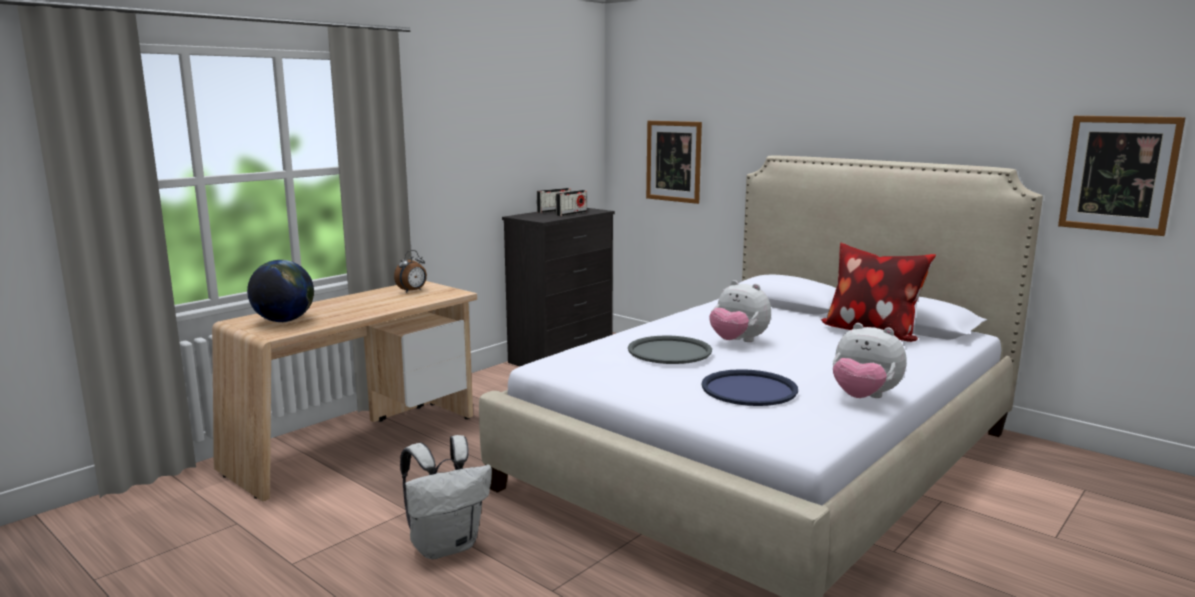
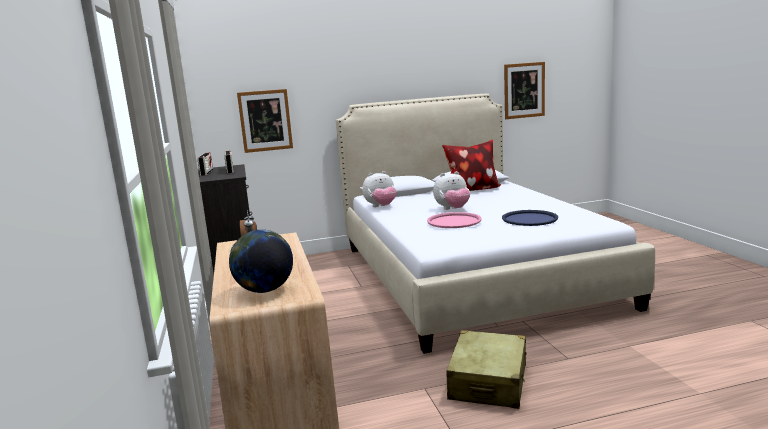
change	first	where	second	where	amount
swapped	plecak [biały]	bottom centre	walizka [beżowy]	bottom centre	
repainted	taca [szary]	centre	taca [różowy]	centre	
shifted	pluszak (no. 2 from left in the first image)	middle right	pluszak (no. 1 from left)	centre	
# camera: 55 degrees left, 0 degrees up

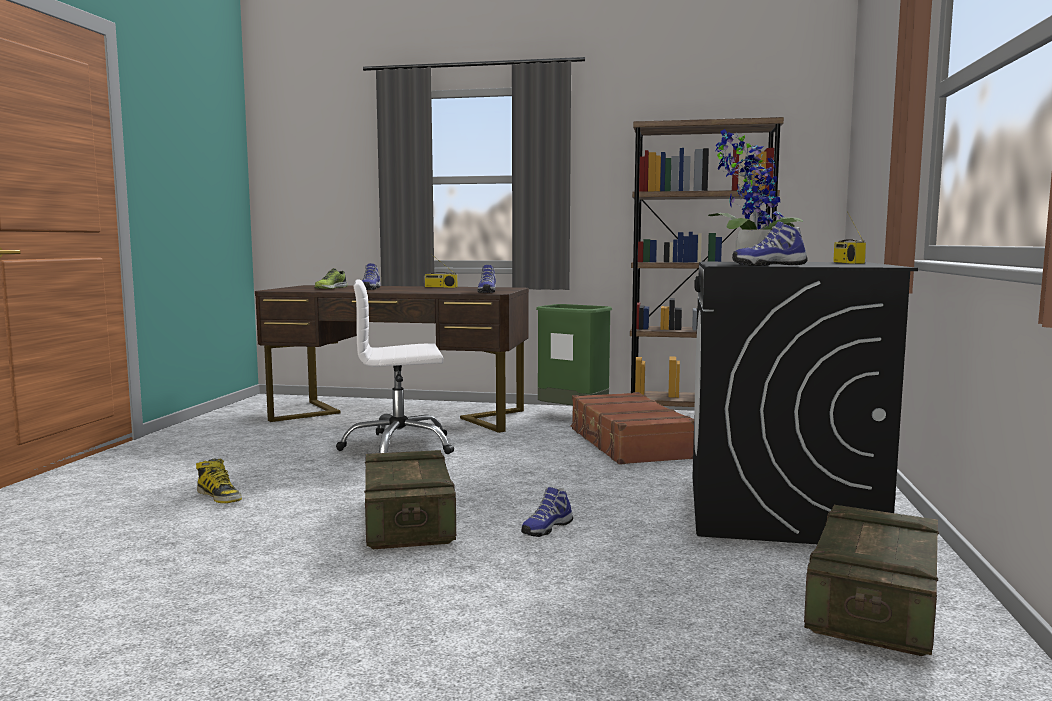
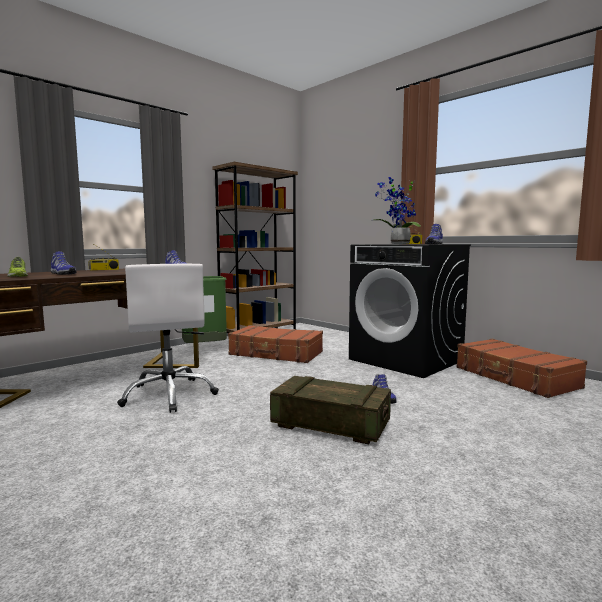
change	first	where	second	where	amount
gone	but z cholewką	bottom left			
rotated	krzesło biurowe [biały]	centre		middle left	45 degrees counterclockwise
swapped	skrzynka (no. 2 from left)	bottom right	walizka [brązowy] (no. 2 from left)	middle right	
# camera: 55 degrees left, 0 degrees up

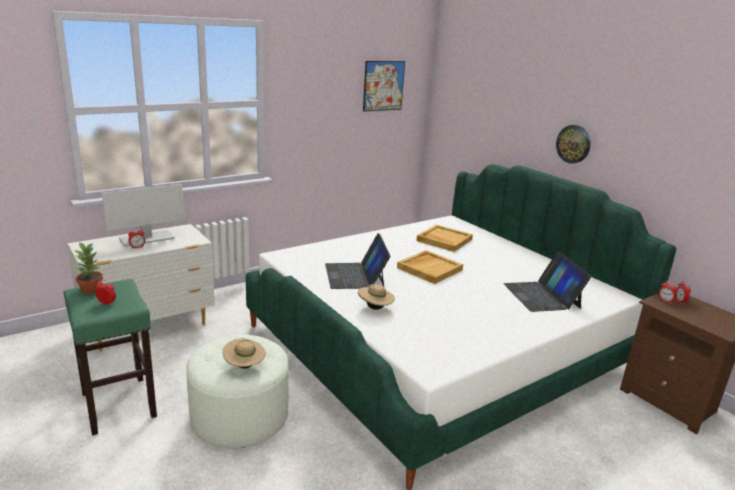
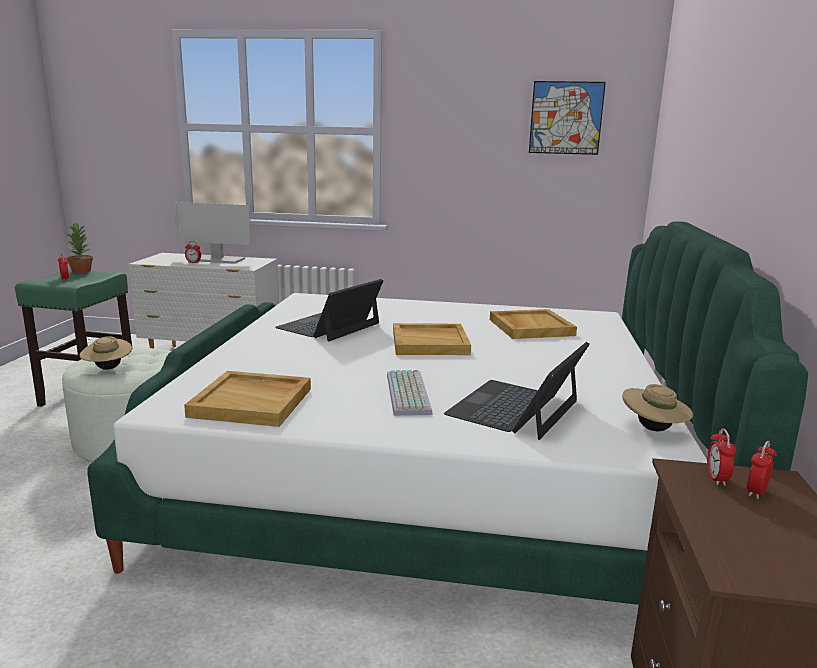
change	first	where	second	where	amount
shifted	kapelusz [beżowy] (no. 2 from left)	centre		middle right	
gone	zegar ścienny	top right			
new			taca [beżowy] (no. 1 from left)	middle left	
new			klawiatura	centre	
# camera: 45 degrees right, 5 degrees down

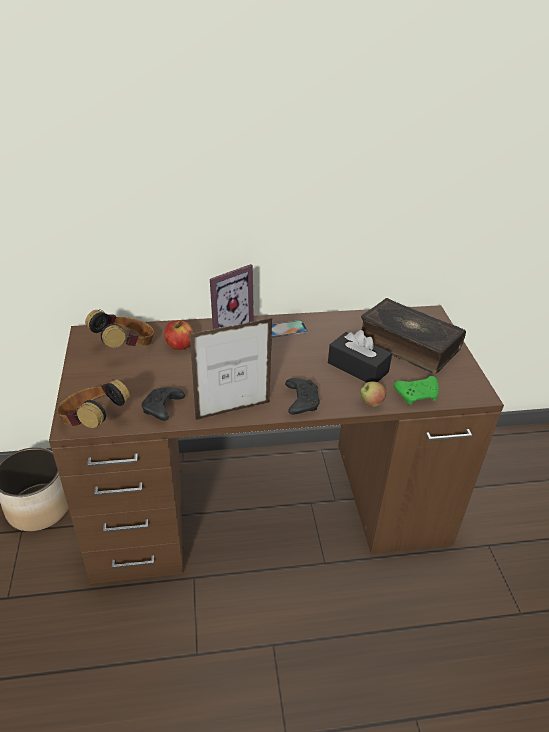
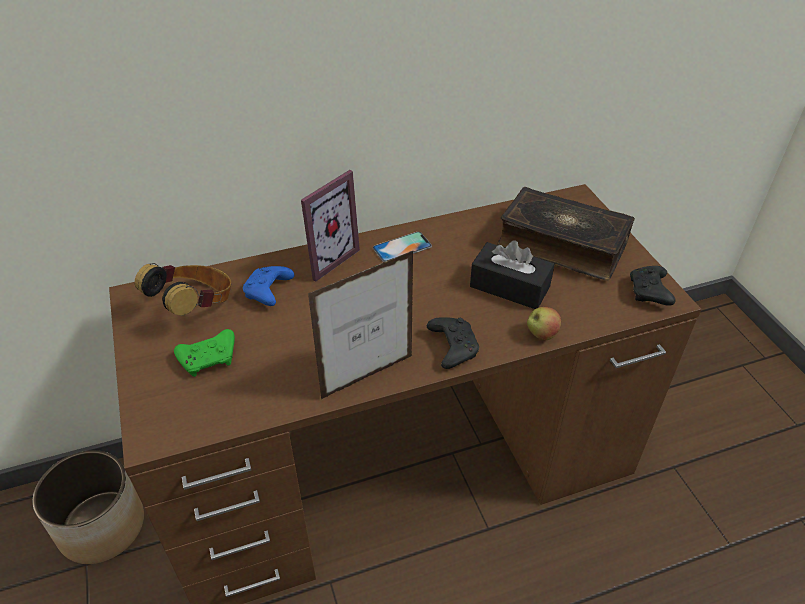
change	first	where	second	where	amount
gone	słuchawki (no. 1 from left)	middle left			
shifted	pad do gier [czarny] (no. 1 from left in the first image)	middle left	pad do gier [czarny] (no. 2 from left)	middle right	
swapped	jabłko (no. 1 from left)	middle left	pad do gier [niebieski]	middle left	
shifted	pad do gier [zielony]	middle right		middle left	
# camera: 10 degrees left, 5 degrees up

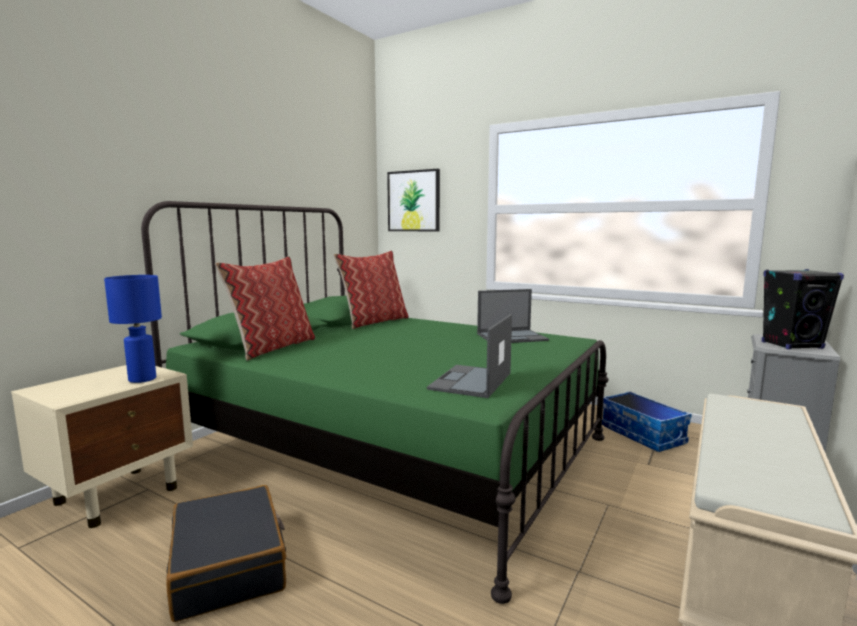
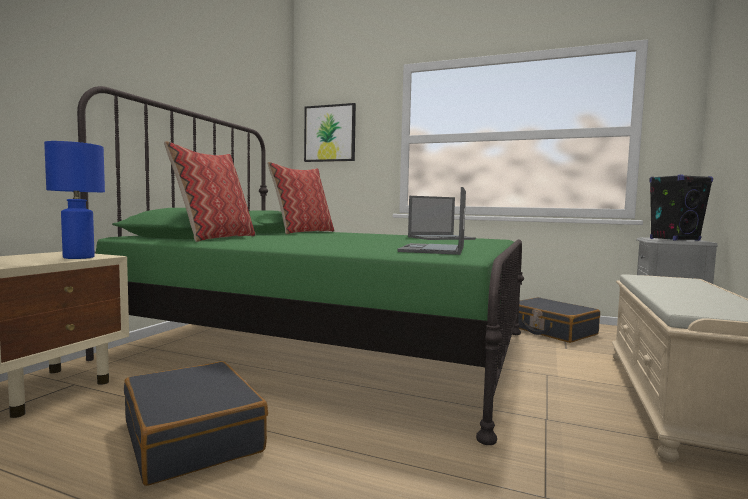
change	first	where	second	where	amount
swapped	pojemnik do przechowywania	bottom right	walizka [czarny] (no. 2 from left)	middle right	
# camera: 10 degrees left, 5 degrees down

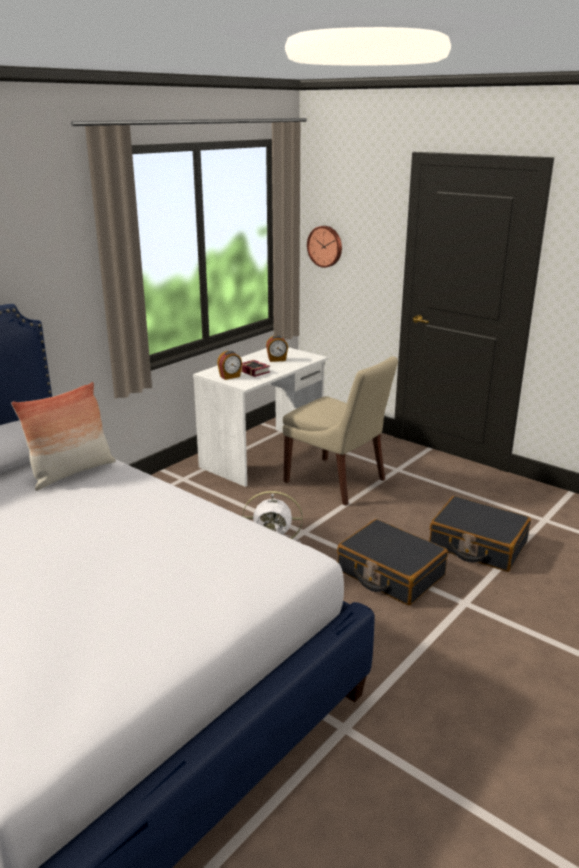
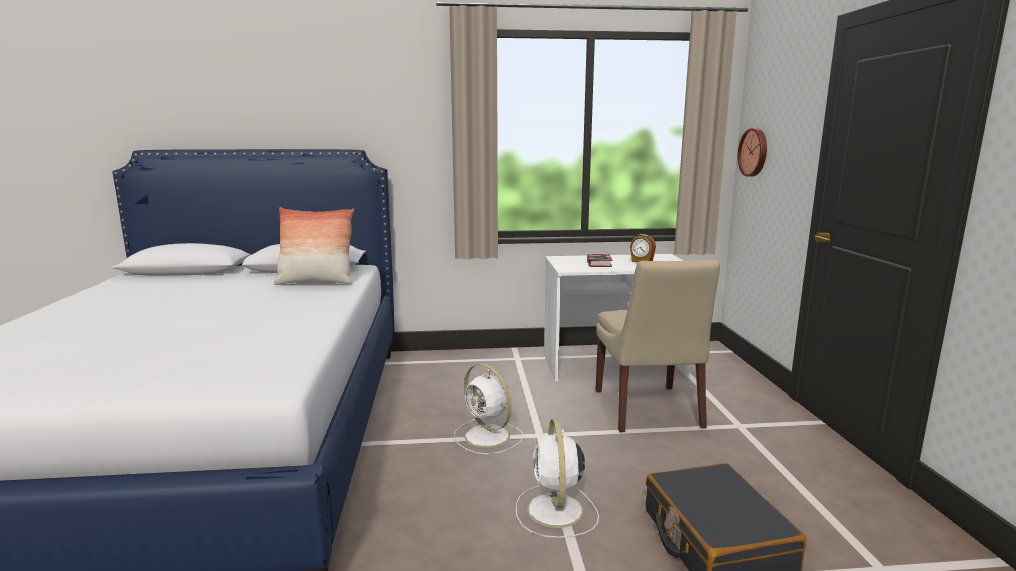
change	first	where	second	where	amount
gone	budzik (no. 1 from left)	centre			
swapped	walizka [czarny] (no. 1 from left)	middle right	wentylator [biały] (no. 2 from left)	bottom centre	
# camera: 45 degrees right, 10 degrees down

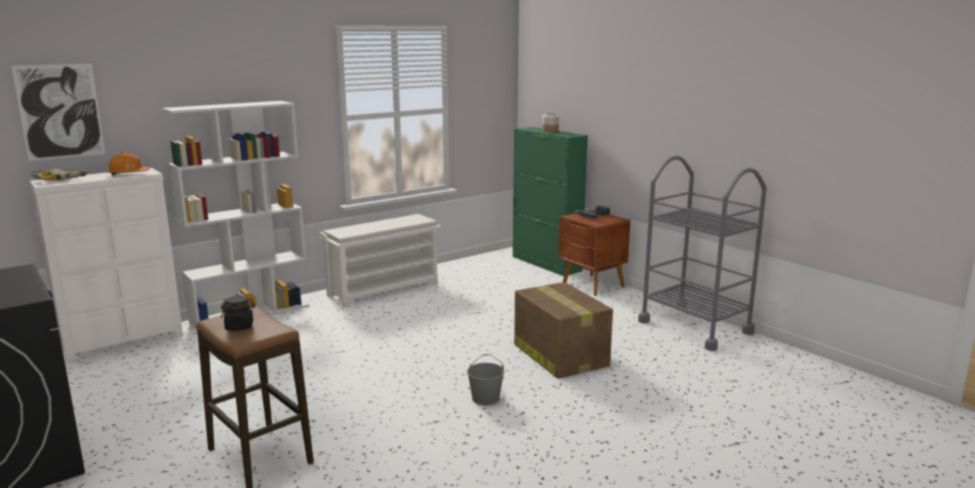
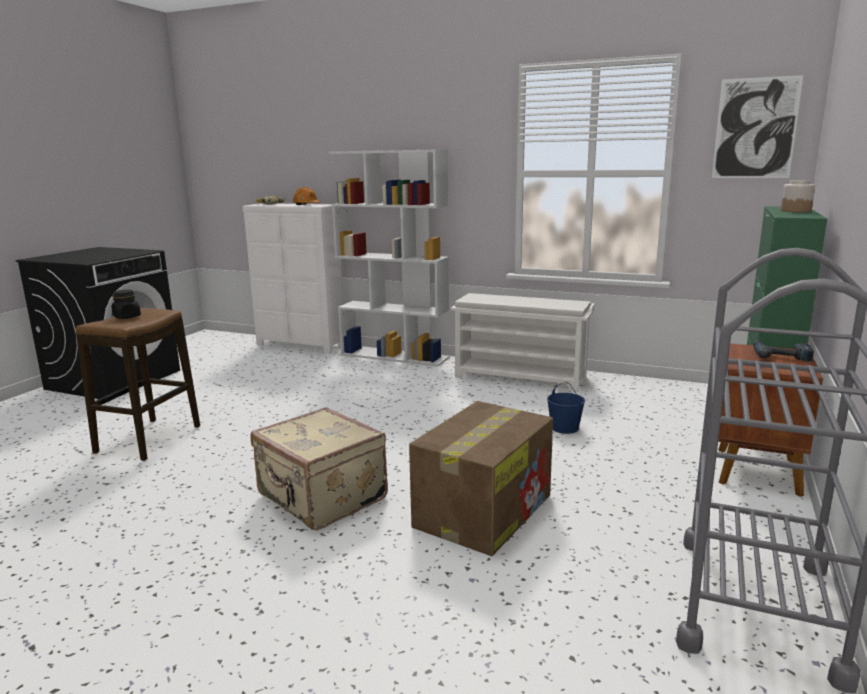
change	first	where	second	where	amount
shifted	obraz	top left		top right	
swapped	wiadro [szary]	bottom centre	walizka [beżowy]	bottom centre	
new			wiadro [niebieski]	centre	
# camera: 60 degrees right, 0 degrees up

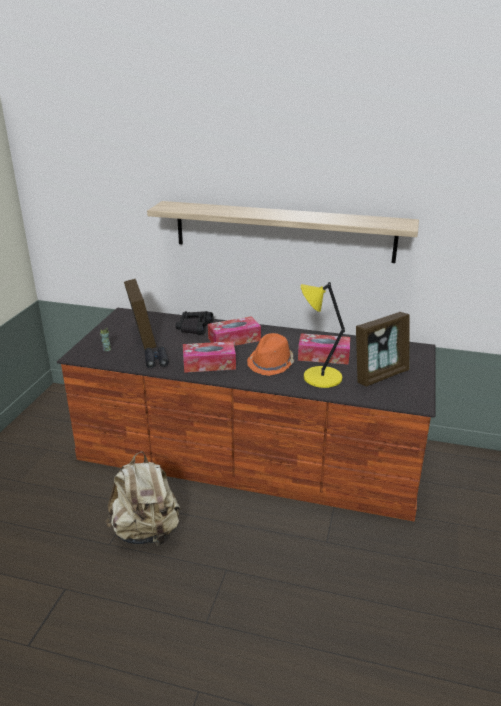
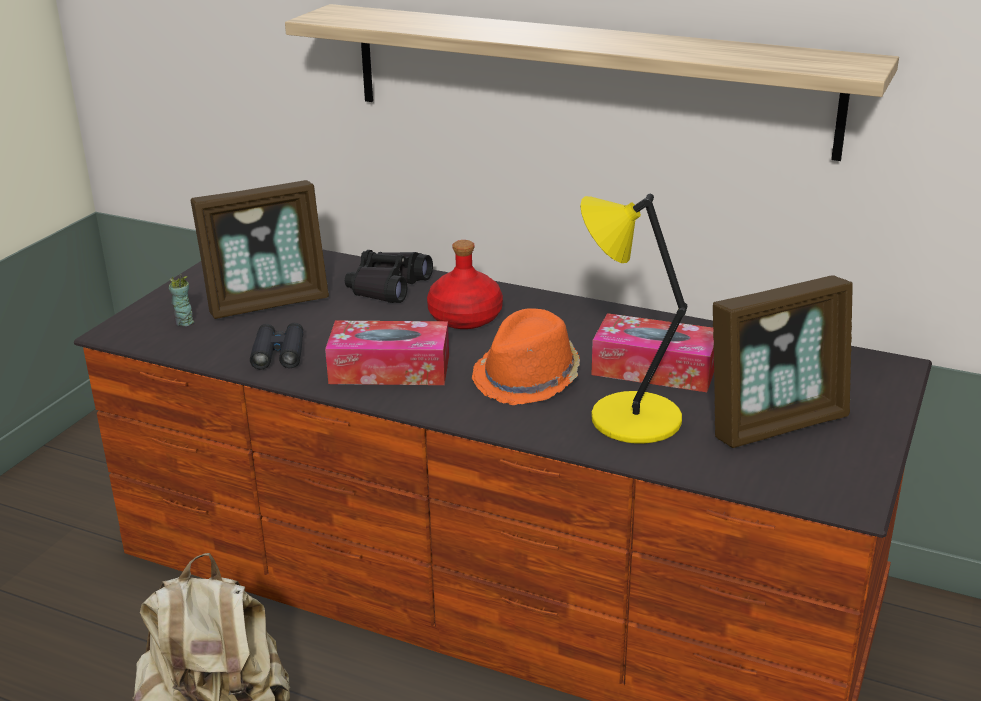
change	first	where	second	where	amount
rotated	ramka na zdjęcie (no. 1 from left)	middle left		middle left	75 degrees clockwise
swapped	pudełko chusteczek (no. 2 from left)	centre	butelka [czerwony]	centre	
# camera: 10 degrees right, 0 degrees up

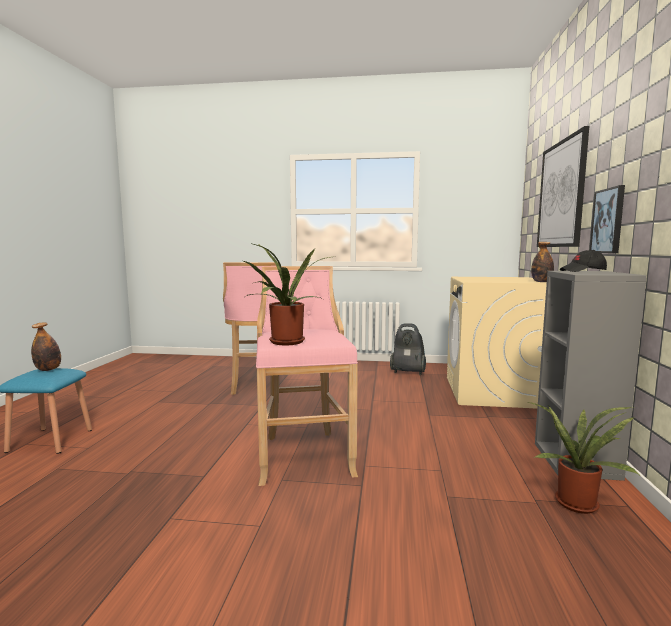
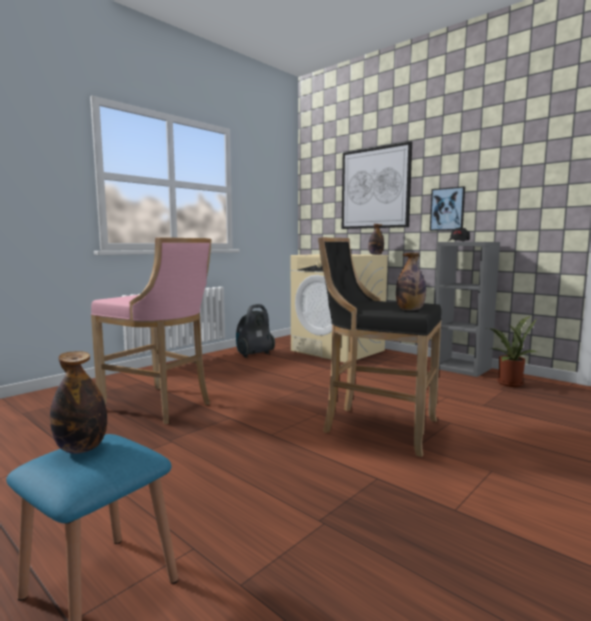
change	first	where	second	where	amount
swapped	roślina doniczkowa (no. 1 from left)	centre	butelka (no. 3 from left)	middle right	
repainted	stołek [różowy] (no. 2 from left)	centre	stołek [czarny]	centre	
# camera: 55 degrees left, 0 degrees up

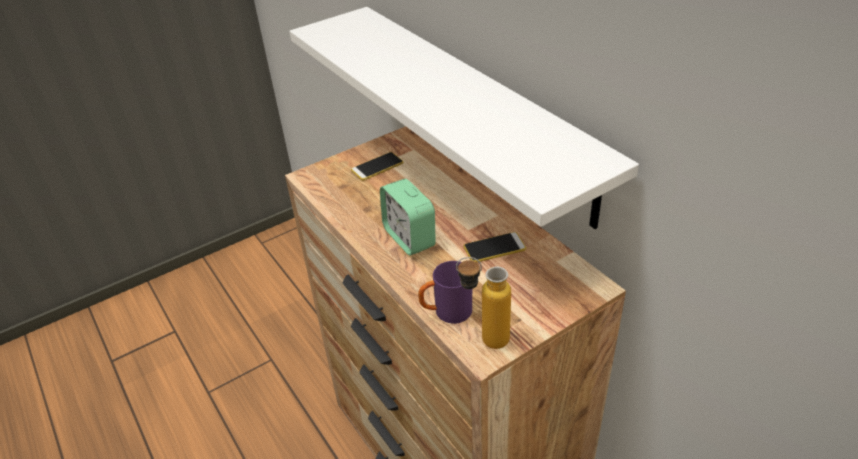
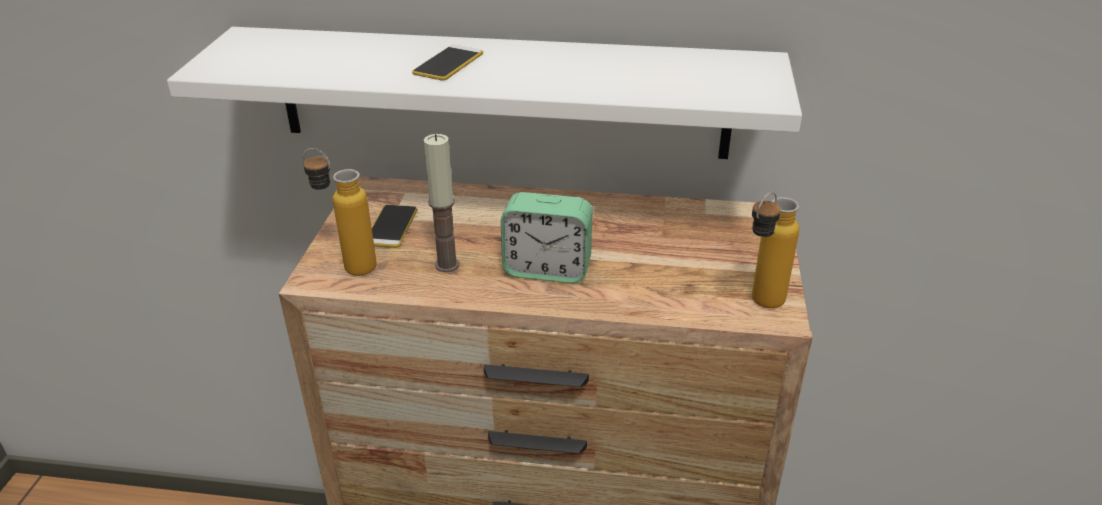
change	first	where	second	where	amount
gone	kubek [fioletowy]	centre			
shifted	telefon (no. 2 from left)	centre		top centre	
new			butelka (no. 1 from left)	middle left	
new			świeca	centre	
# camera: 50 degrees left, 5 degrees down

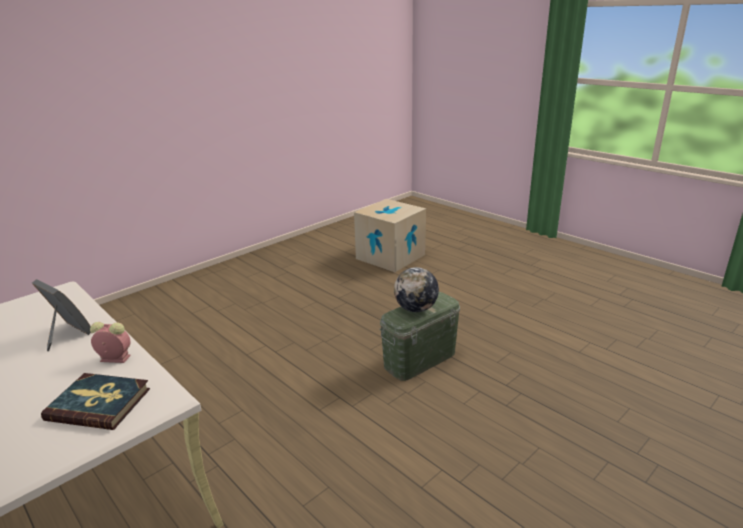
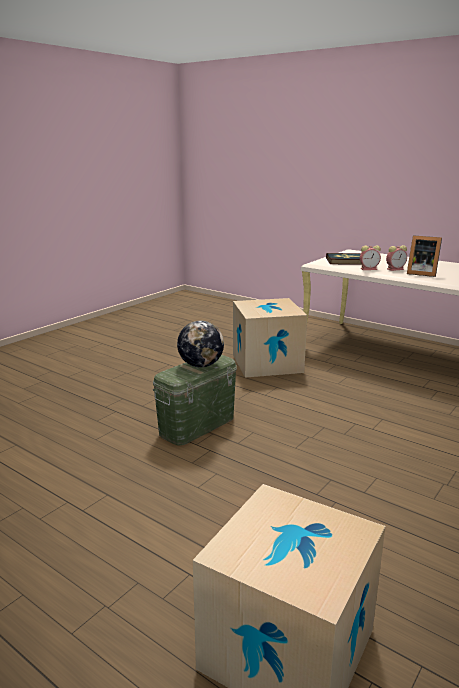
change	first	where	second	where	amount
new			karton (no. 1 from left)	centre	
new			budzik (no. 2 from left)	middle right	
# camera: 170 degrees right, 5 degrees down

